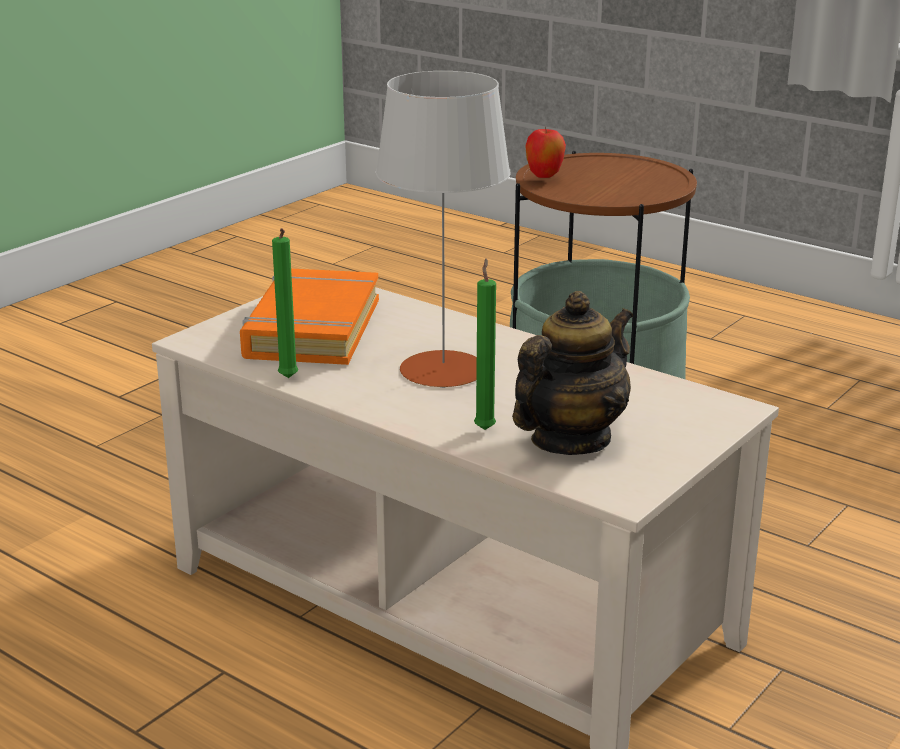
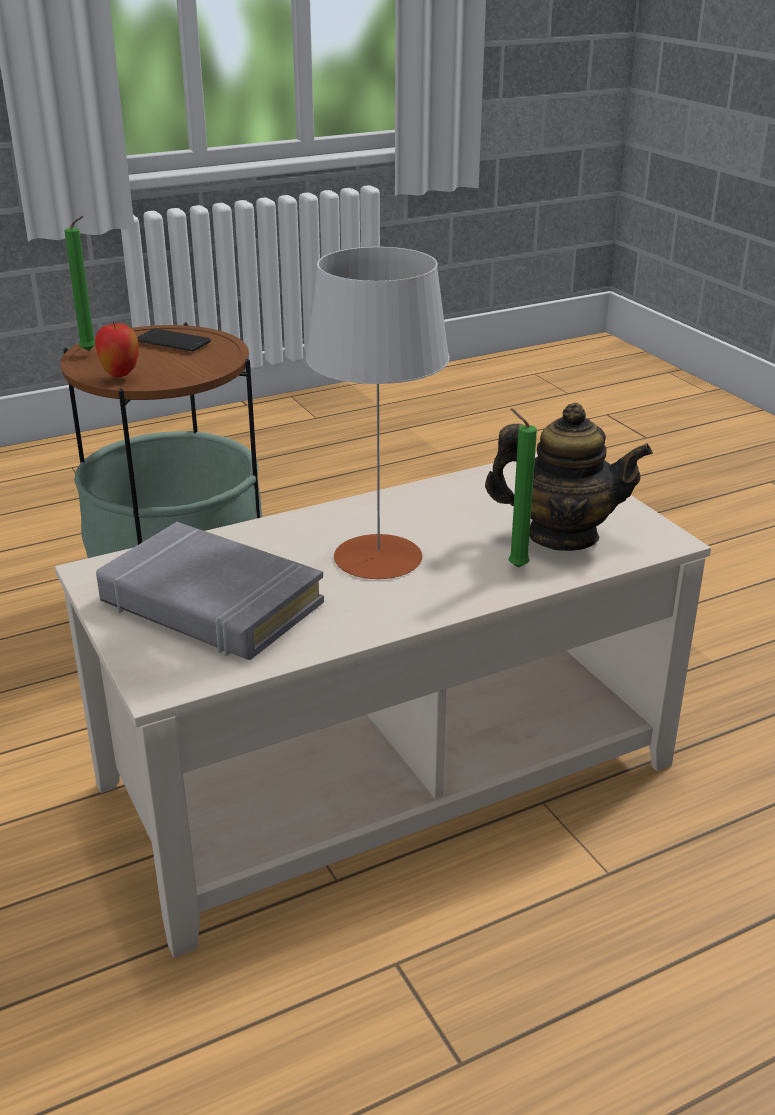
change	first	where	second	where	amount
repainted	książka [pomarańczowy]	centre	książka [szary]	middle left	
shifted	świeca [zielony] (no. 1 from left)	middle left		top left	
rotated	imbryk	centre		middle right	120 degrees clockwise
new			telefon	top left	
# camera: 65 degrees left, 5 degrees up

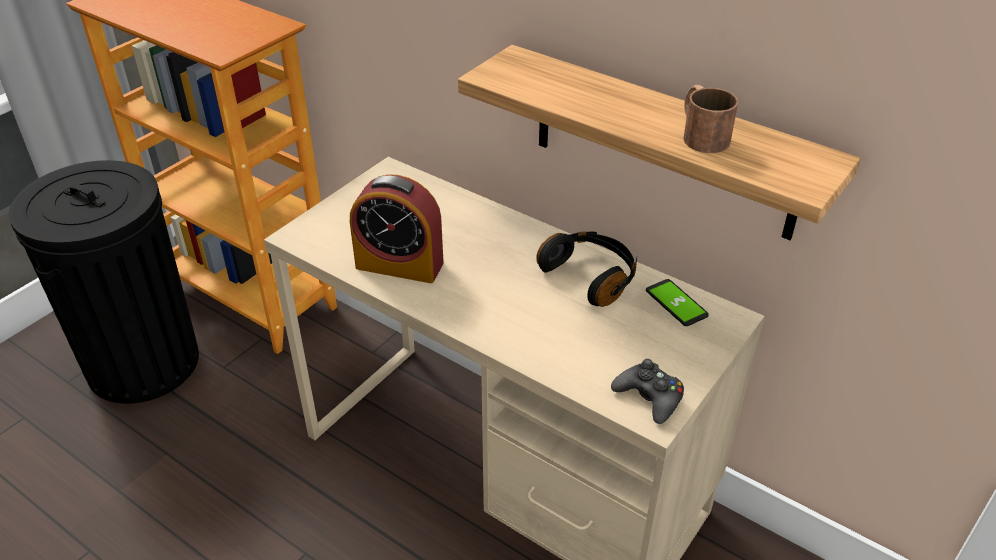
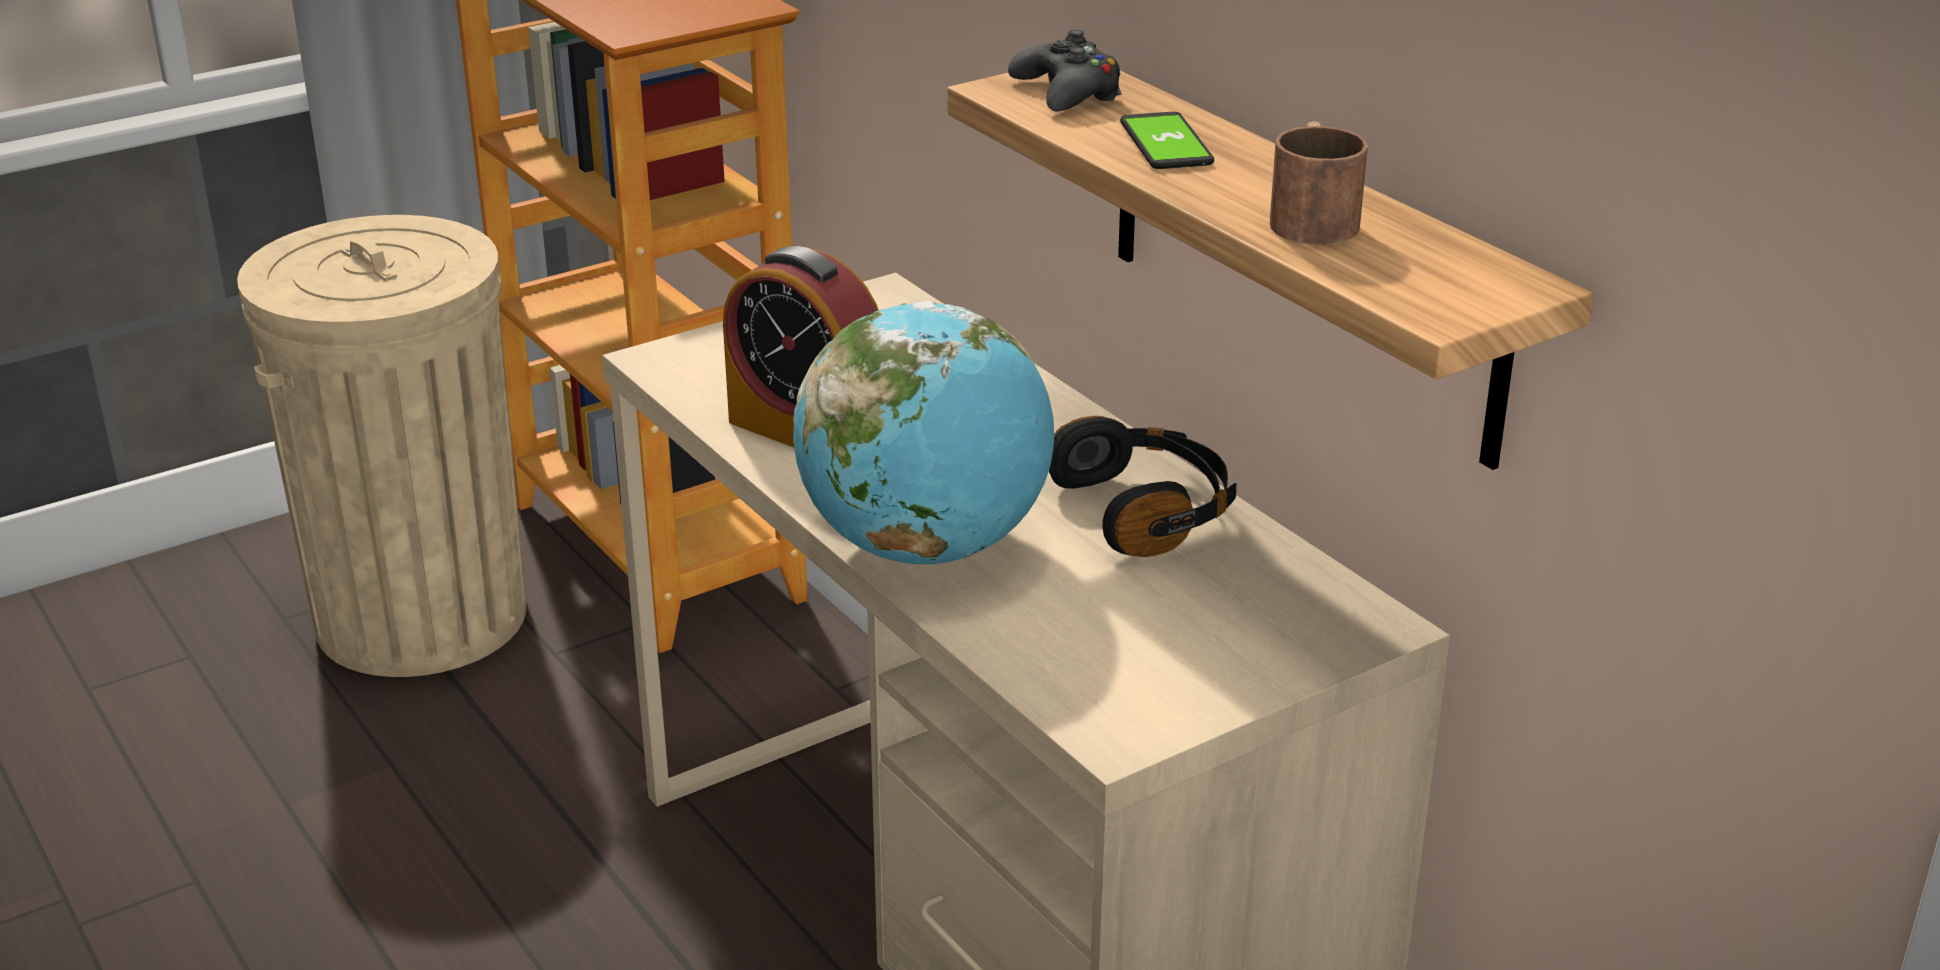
change	first	where	second	where	amount
repainted	kosz na śmieci [czarny]	middle left	kosz na śmieci [beżowy]	middle left	
shifted	pad do gier [czarny]	bottom centre		top centre	
shifted	telefon	middle right		top centre	
new			globus	centre	
# camera: 20 degrees right, 10 degrees down

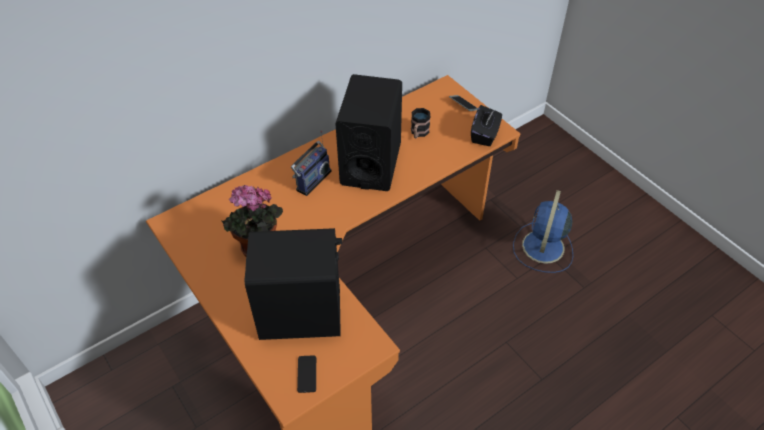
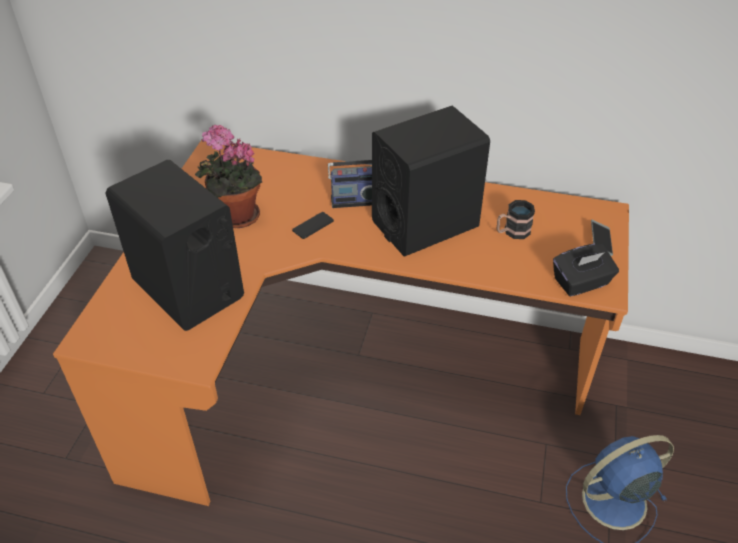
change	first	where	second	where	amount
shifted	telefon (no. 1 from left)	bottom centre		centre	
# camera: 50 degrees right, 5 degrees down

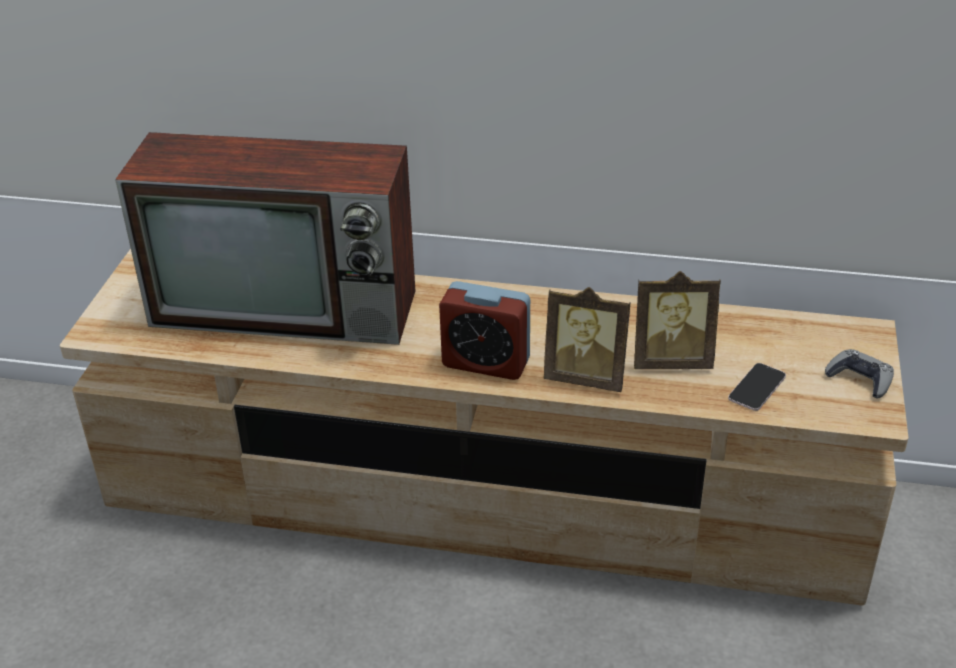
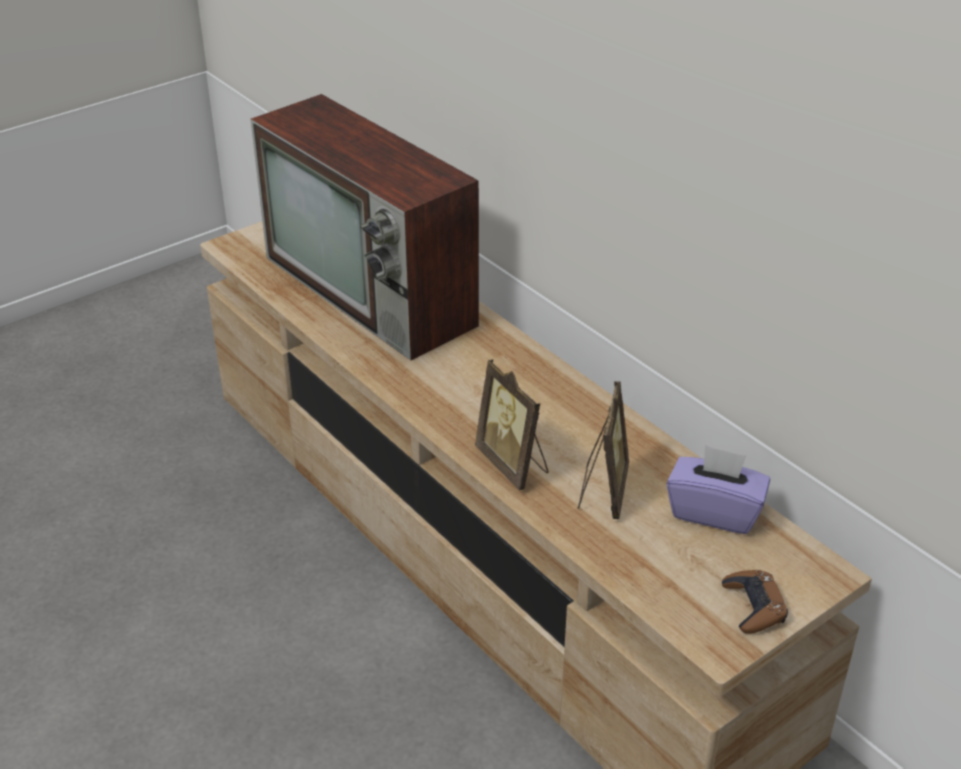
change	first	where	second	where	amount
gone	budzik	centre			
rotated	ramka na zdjęcie (no. 2 from left)	middle right		centre	120 degrees counterclockwise
gone	telefon	middle right			
repainted	pad do gier [szary]	middle right	pad do gier [brązowy]	bottom right	
new			pudełko chusteczek [fioletowy]	middle right	
# camera: 40 degrees right, 0 degrees up

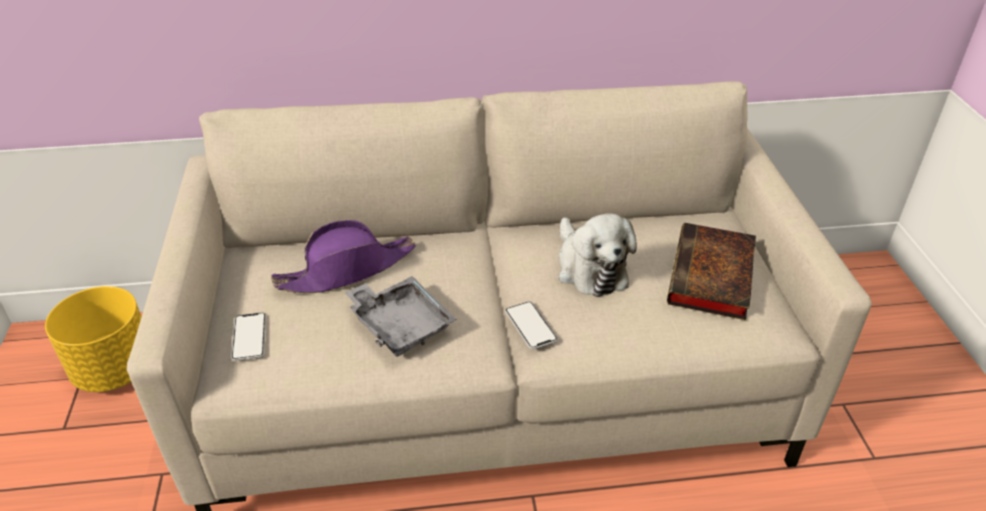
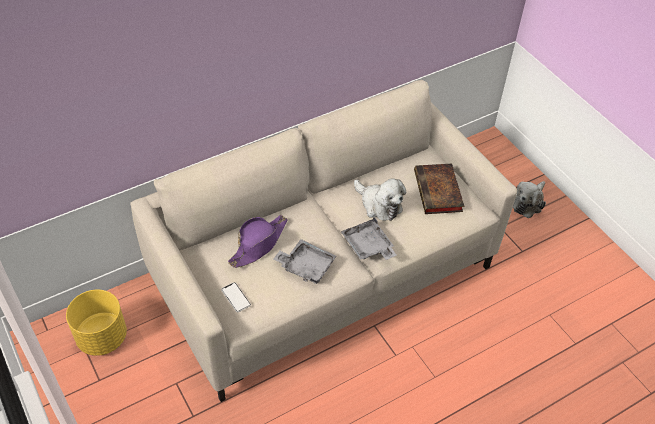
change	first	where	second	where	amount
swapped	telefon (no. 2 from left)	centre	taca [szary] (no. 2 from left)	centre	
new			pluszak (no. 2 from left)	middle right	
# camera: 25 degrees left, 10 degrees up

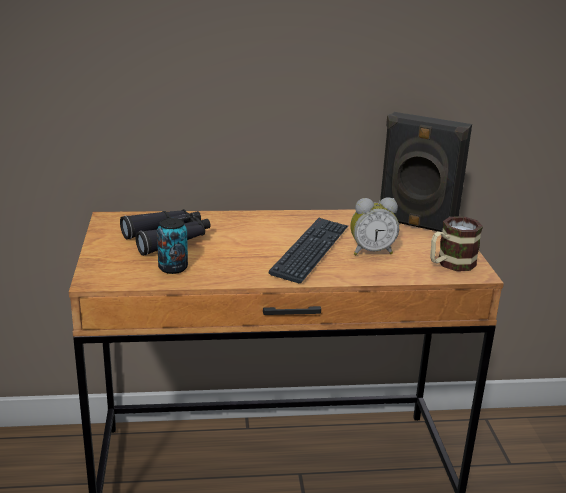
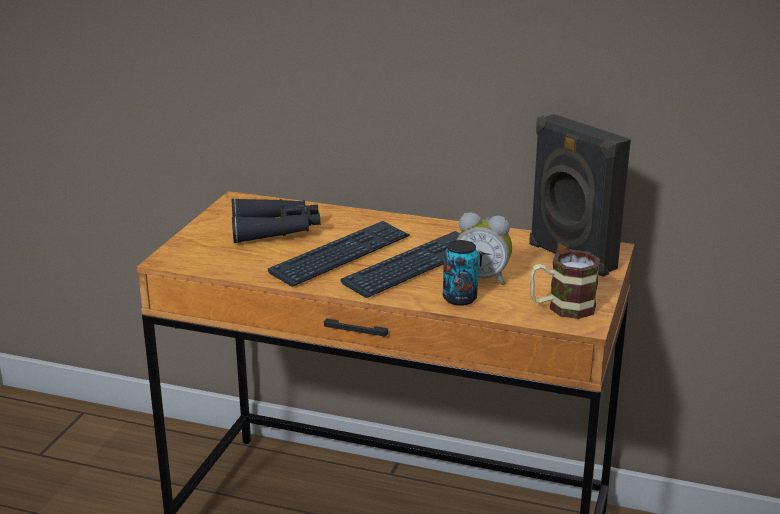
change	first	where	second	where	amount
shifted	puszka	middle left		centre	
new			klawiatura (no. 1 from left)	centre	
# camera: 25 degrees right, 0 degrees up

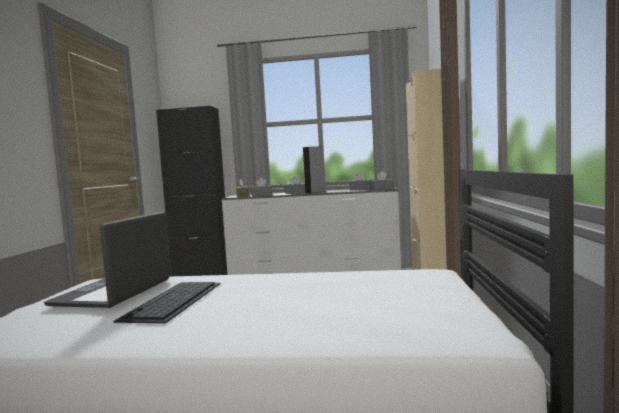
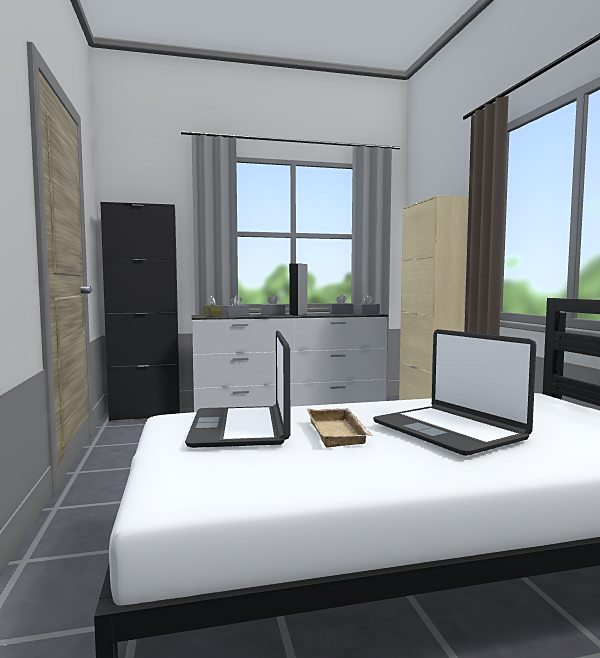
change	first	where	second	where	amount
swapped	klawiatura	bottom left	taca [beżowy]	centre	
new			laptop (no. 2 from left)	middle right	
# camera: 20 degrees left, 0 degrees up

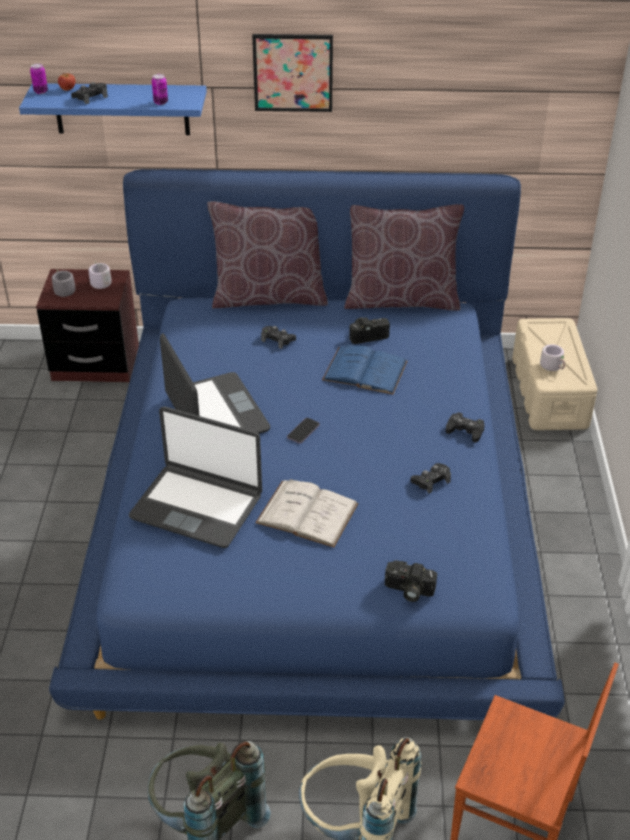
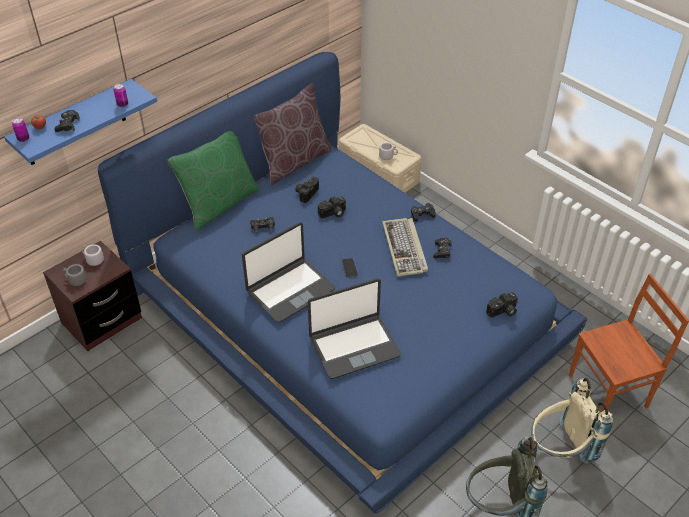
change	first	where	second	where	amount
rotated	laptop (no. 2 from left in the first image)	centre	laptop (no. 1 from left)	centre	120 degrees clockwise
repainted	poduszka [brązowy] (no. 1 from left)	top centre	poduszka [zielony]	middle left	
gone	obraz	top centre			
gone	książka [biały]	centre			
swapped	książka [niebieski]	centre	aparat fotograficzny (no. 2 from left)	centre	
new			klawiatura	centre	
# camera: 45 degrees left, 5 degrees up

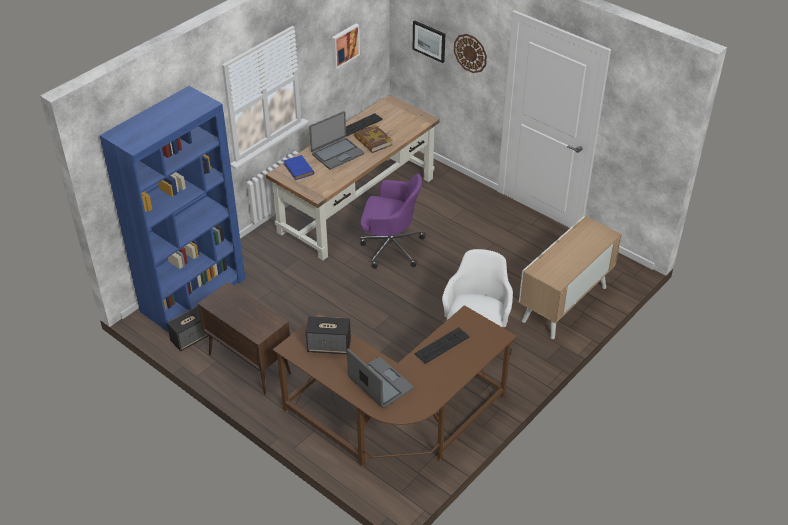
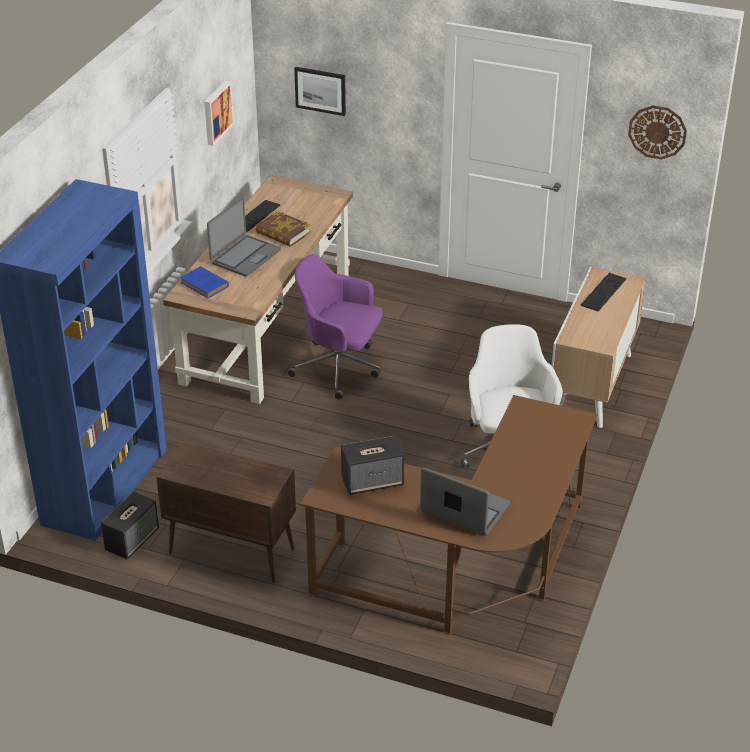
change	first	where	second	where	amount
rotated	krzesło biurowe [fioletowy]	centre		centre	150 degrees counterclockwise
shifted	klawiatura (no. 2 from left)	centre		middle right	
shifted	zegar ścienny	top centre		top right	
# camera: 20 degrees left, 5 degrees down

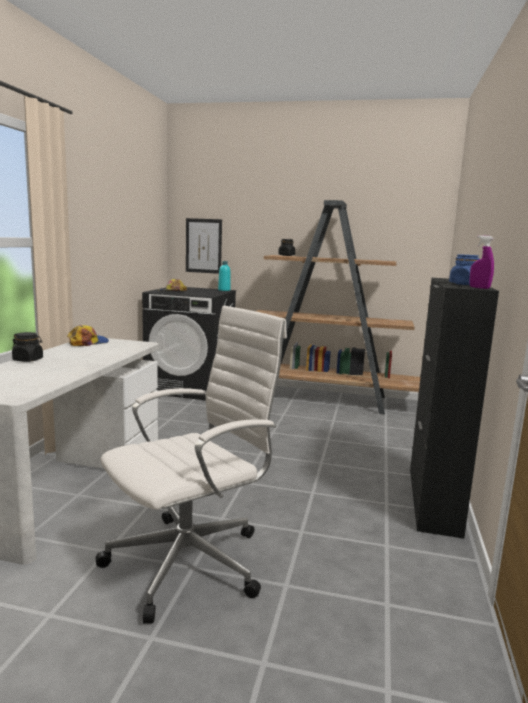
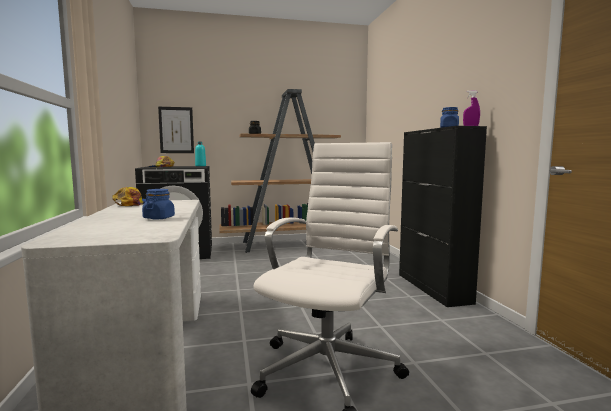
change	first	where	second	where	amount
gone	słoik [czarny] (no. 1 from left)	middle left			
new			słoik [niebieski] (no. 1 from left)	middle left	
# camera: 25 degrees left, 5 degrees down

